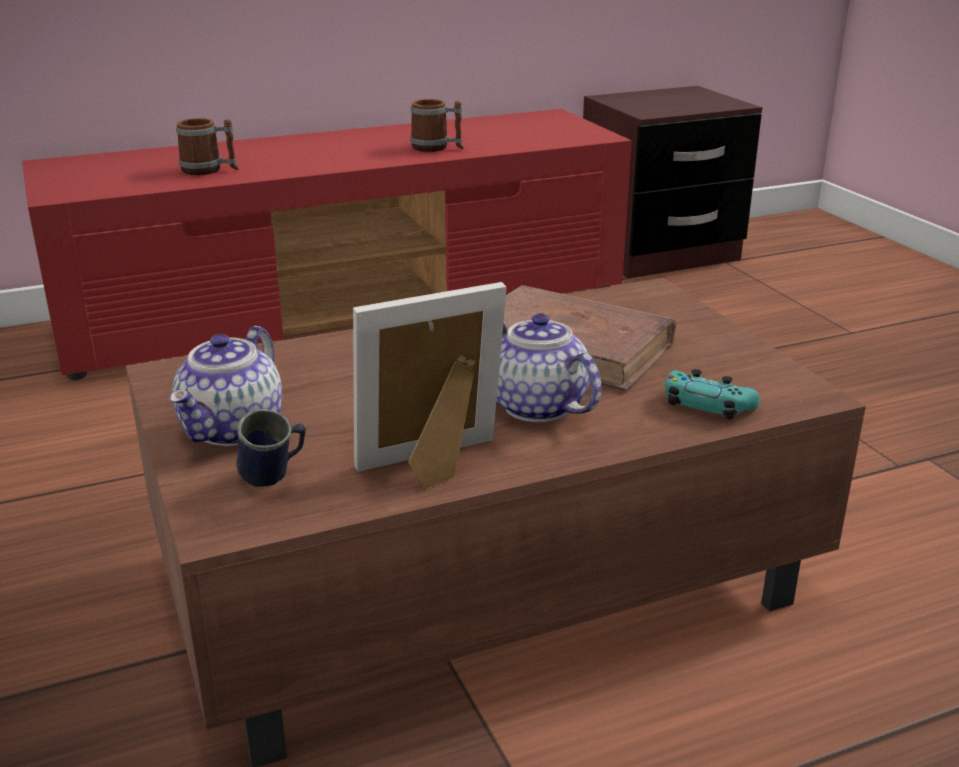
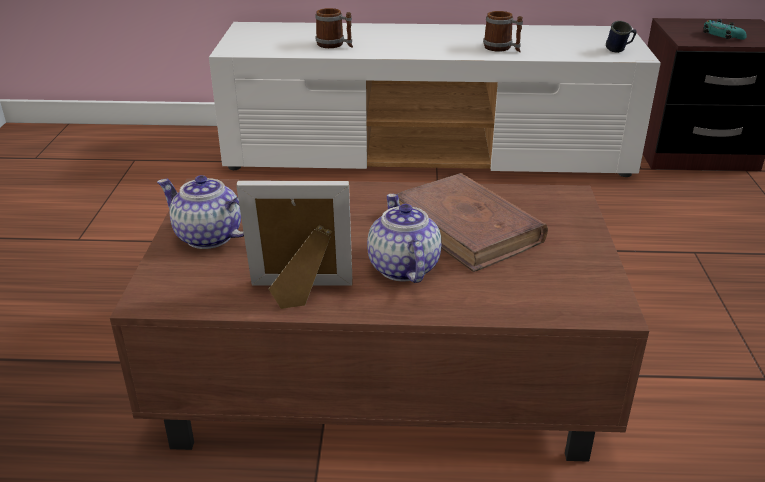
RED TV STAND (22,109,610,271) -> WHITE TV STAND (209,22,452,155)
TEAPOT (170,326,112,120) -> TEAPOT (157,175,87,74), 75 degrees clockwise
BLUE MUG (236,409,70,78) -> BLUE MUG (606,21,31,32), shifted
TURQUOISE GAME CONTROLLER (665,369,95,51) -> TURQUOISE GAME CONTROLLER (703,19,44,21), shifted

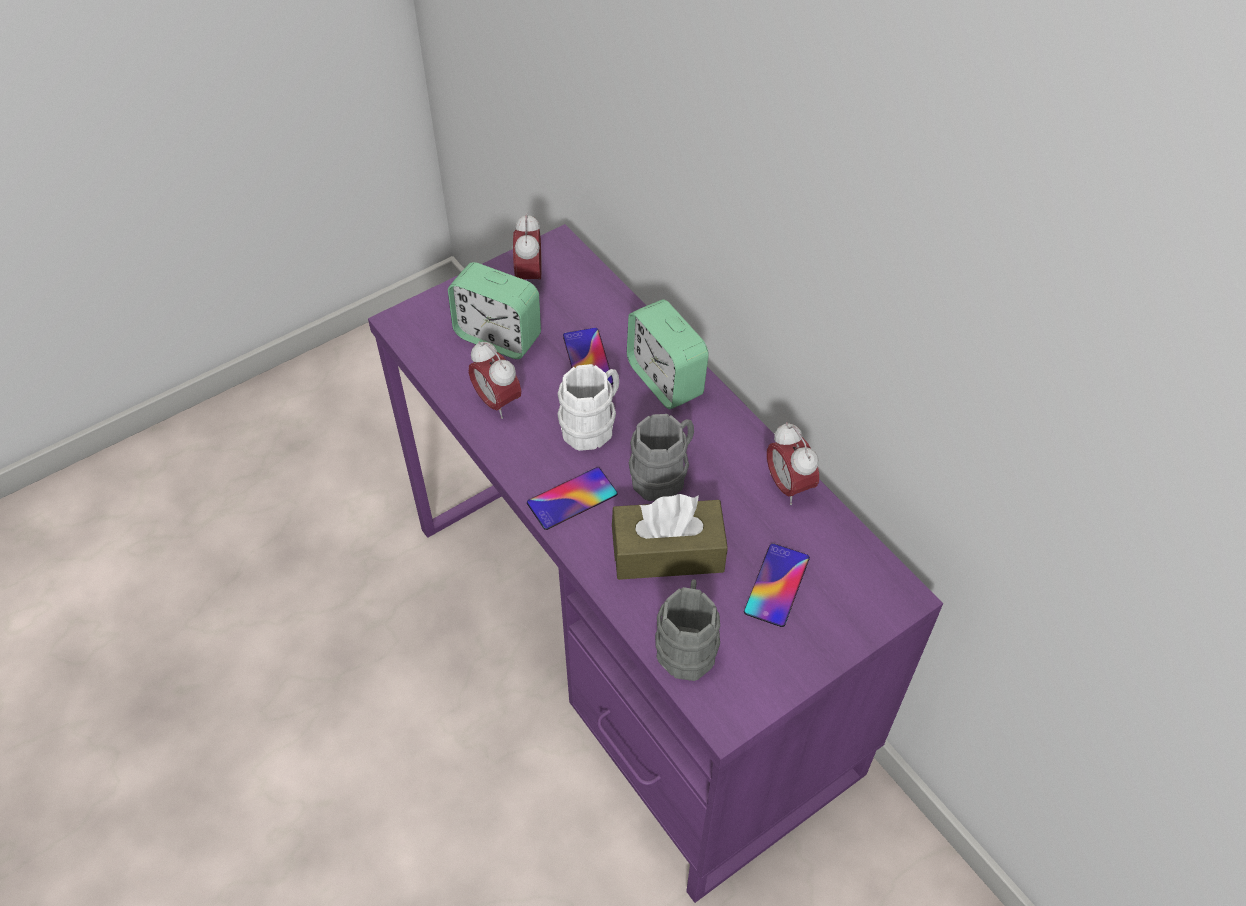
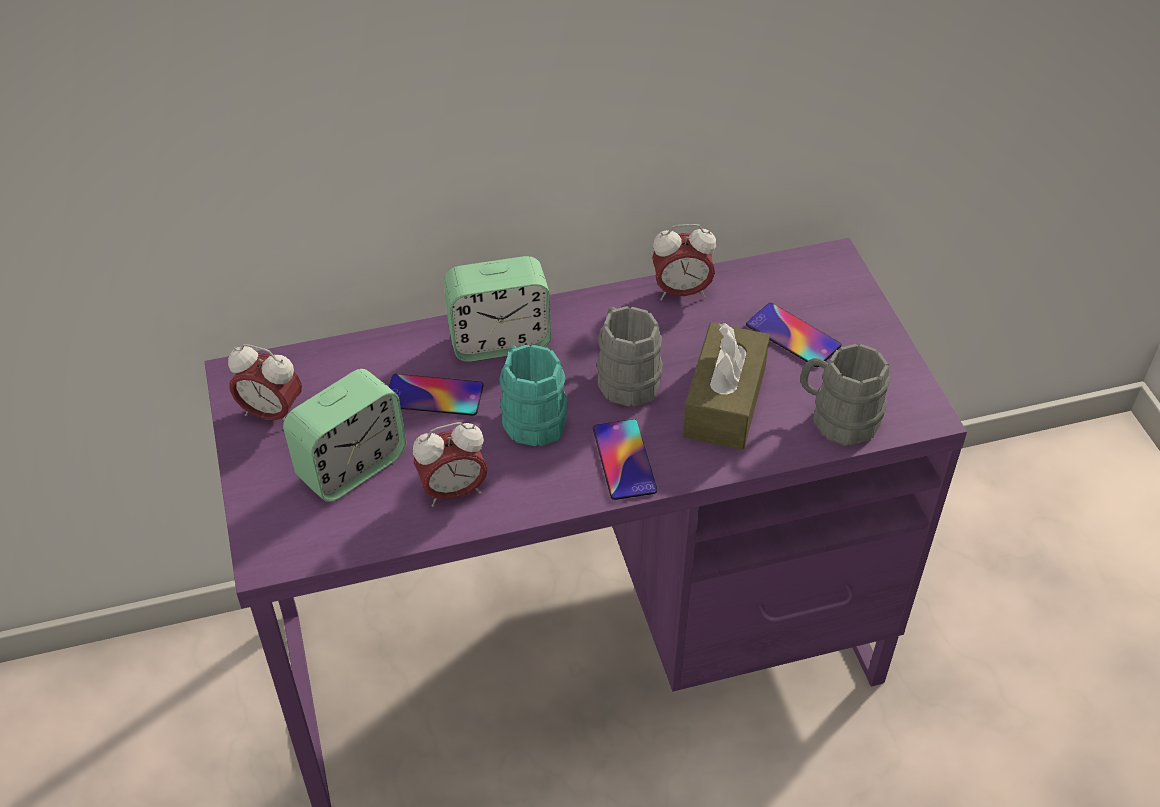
WHITE MUG (557,364,62,87) -> TURQUOISE MUG (499,345,69,101)

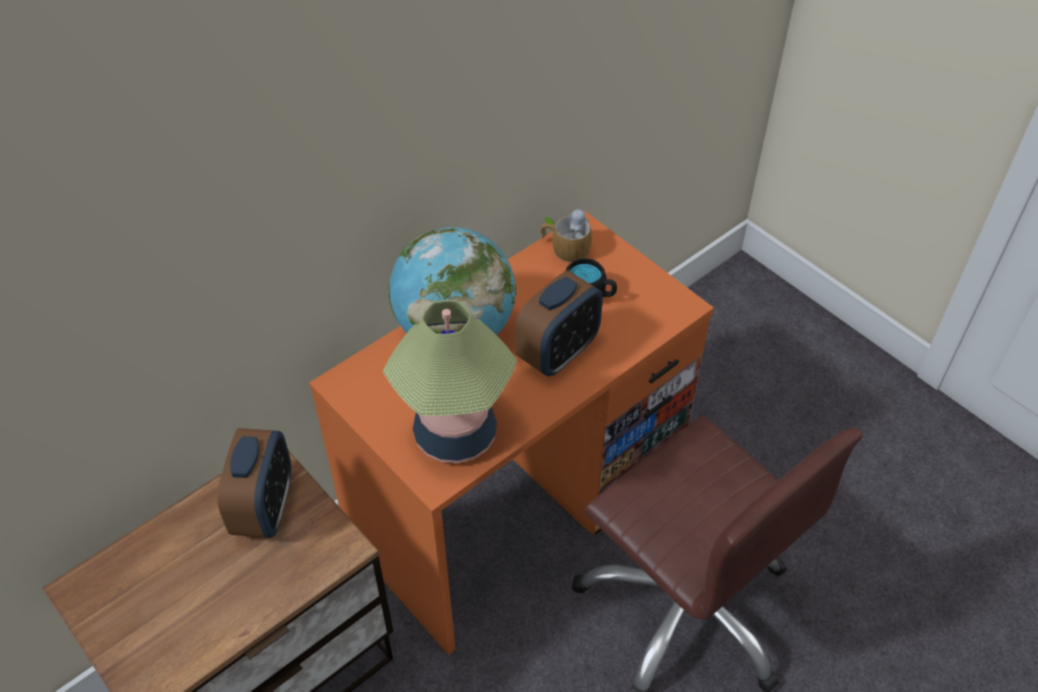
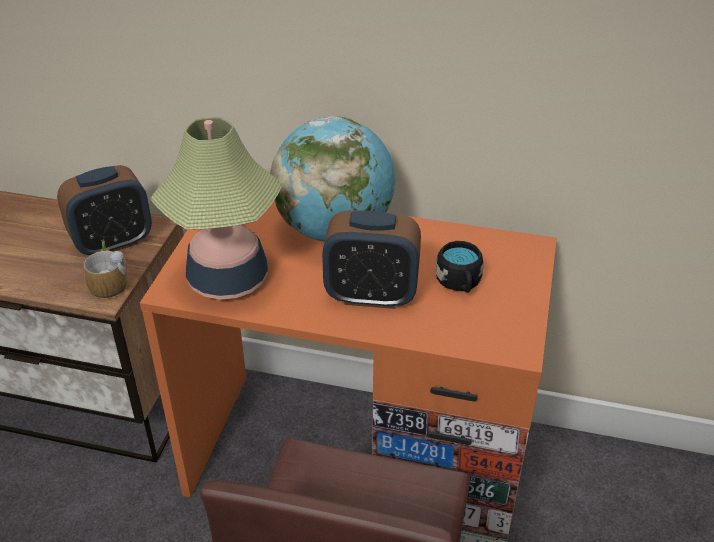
MUG (540,209,52,54) -> MUG (83,241,44,58), shifted

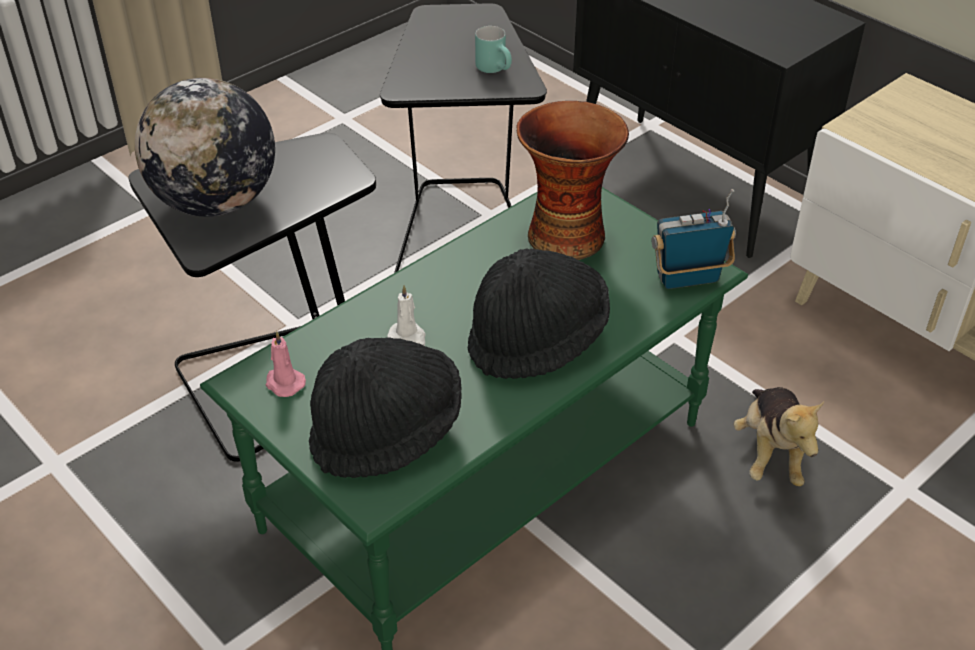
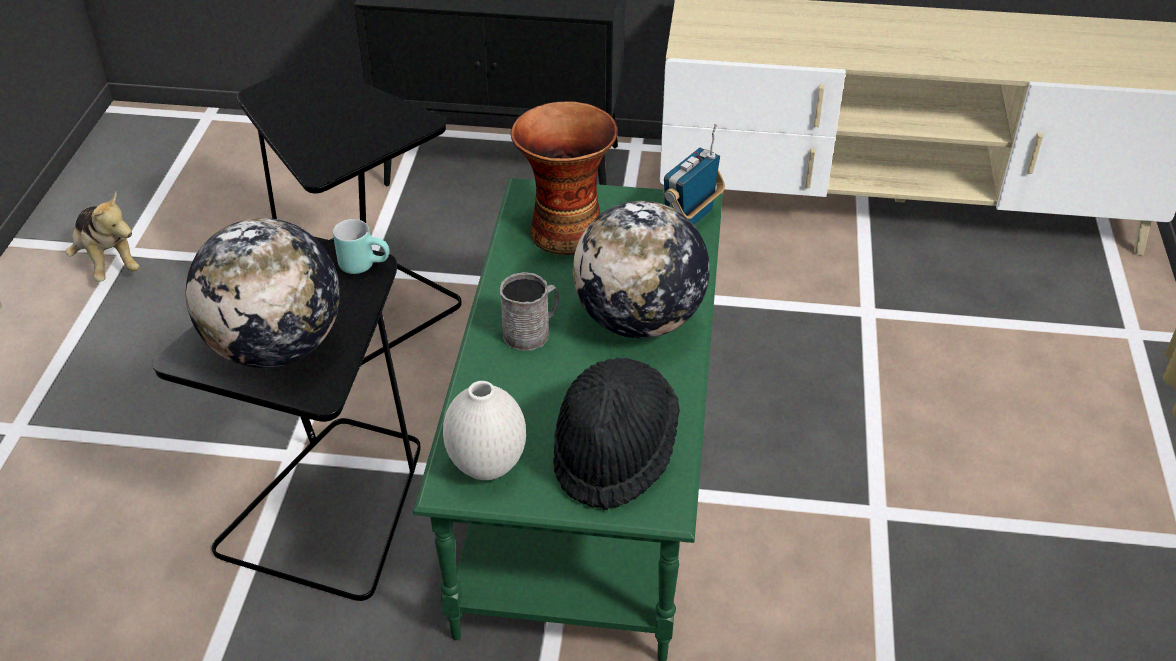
PINK CANDLE (265,331,41,66) -> WHITE VASE (443,381,83,99)
WHITE CANDLE (387,285,39,61) -> none
BLACK HAT (467,249,143,130) -> GLOBE (573,201,137,137)
TURQUOISE MUG (475,26,37,47) -> TURQUOISE MUG (333,219,56,55), shifted
PLUSH TOY (734,387,90,99) -> PLUSH TOY (66,192,74,90), shifted
none -> GREY MUG (500,272,59,79)

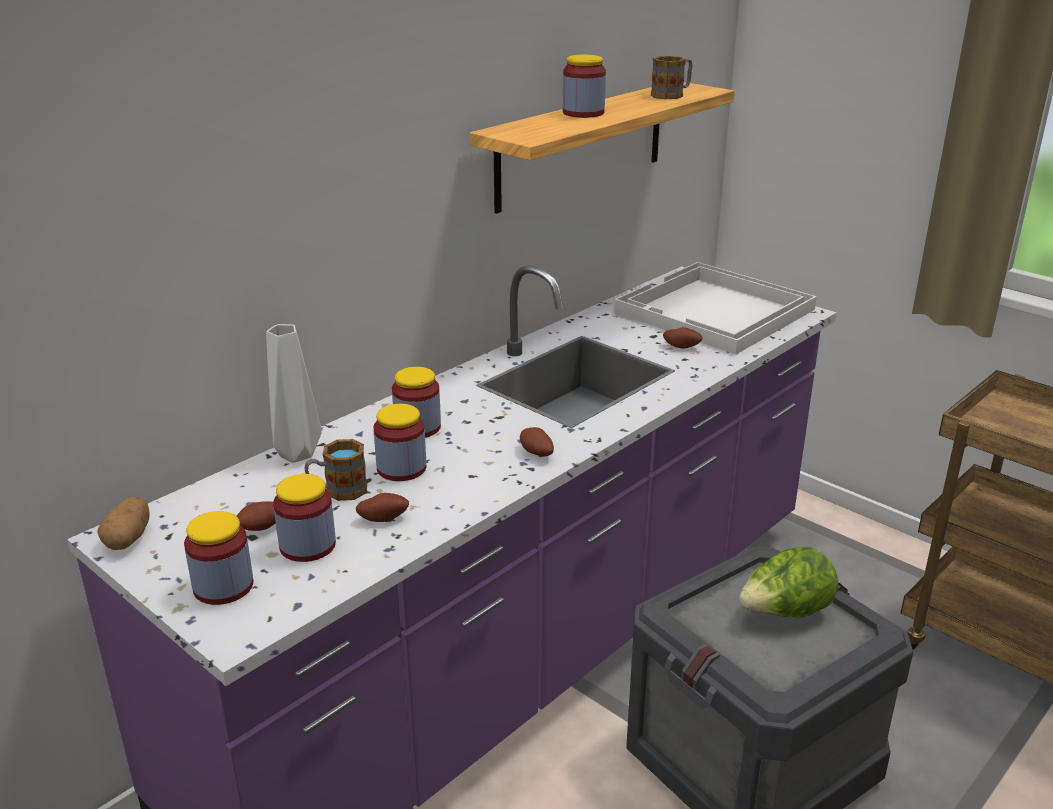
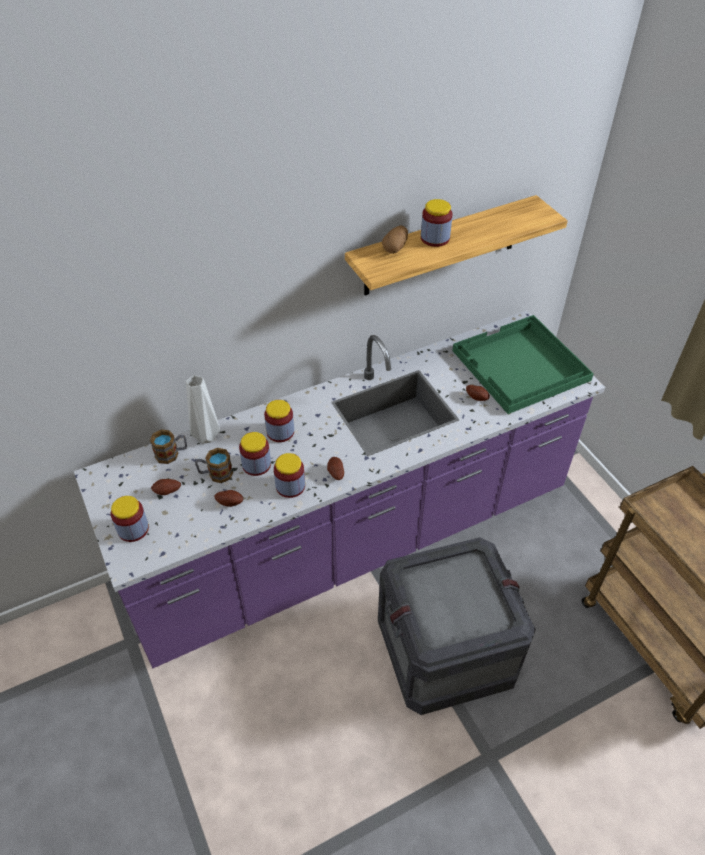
POTATO (97,497,53,53) -> POTATO (382,225,26,29), shifted
JAR (273,474,63,88) -> JAR (274,453,31,45), shifted
WHITE TRAY (614,262,203,92) -> GREEN TRAY (452,315,142,99)
MUG (651,56,42,43) -> MUG (150,430,37,34), shifted
LETTUCE (739,547,99,71) -> none

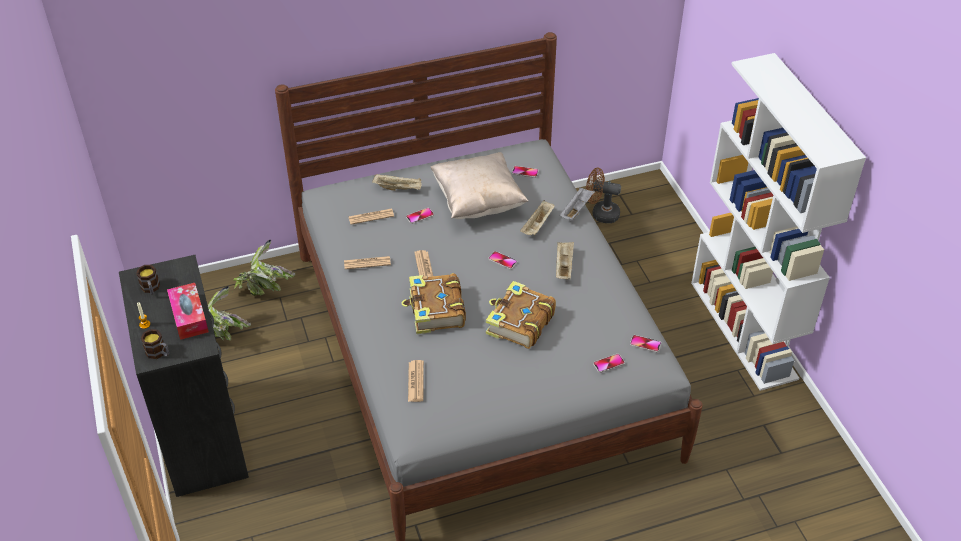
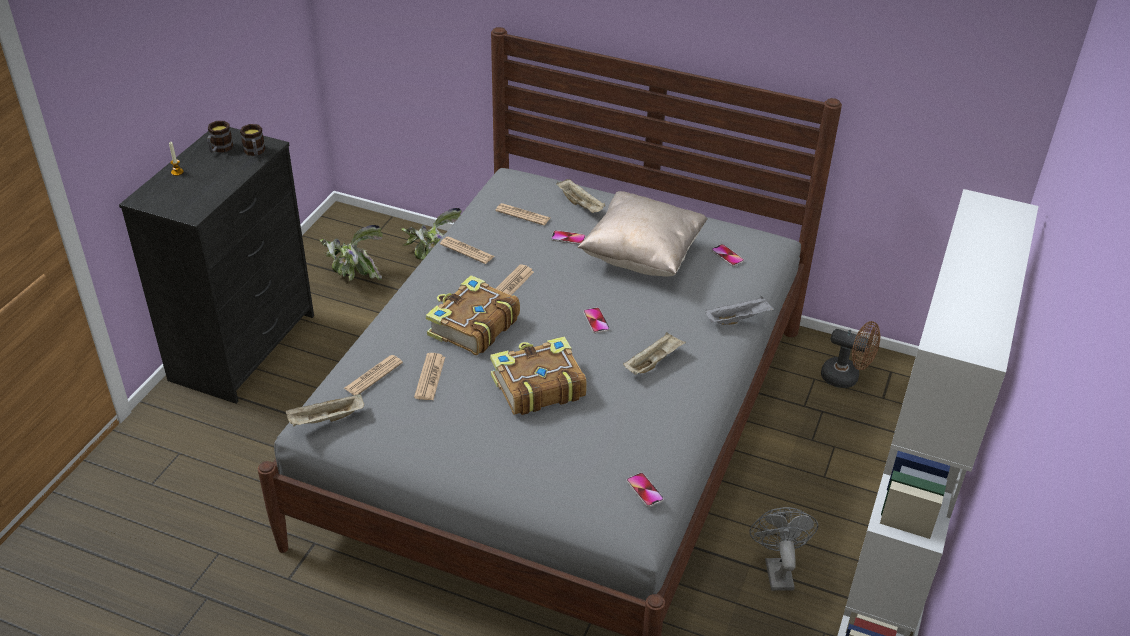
MUG (141,329,28,30) -> MUG (240,124,26,32), shifted
TISSUE BOX (167,283,42,57) -> none
BEIGE TRAY (520,200,35,35) -> BEIGE TRAY (286,393,78,34), shifted
BROWN FAN (586,168,35,55) -> BROWN FAN (821,321,60,67), 150 degrees clockwise
PHONE (593,354,32,19) -> none
none -> NEWSPAPER (414,353,31,47)
none -> GREY FAN (749,507,69,84)

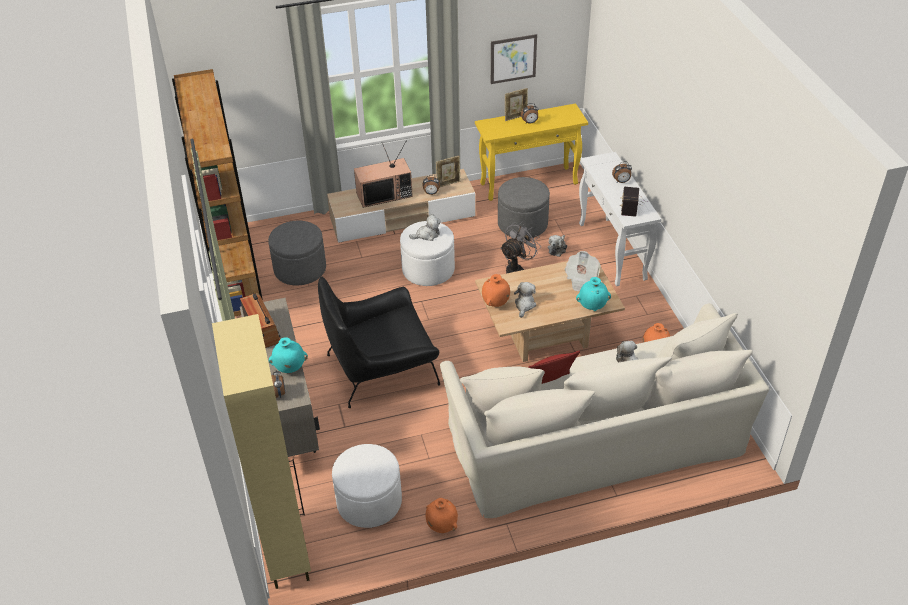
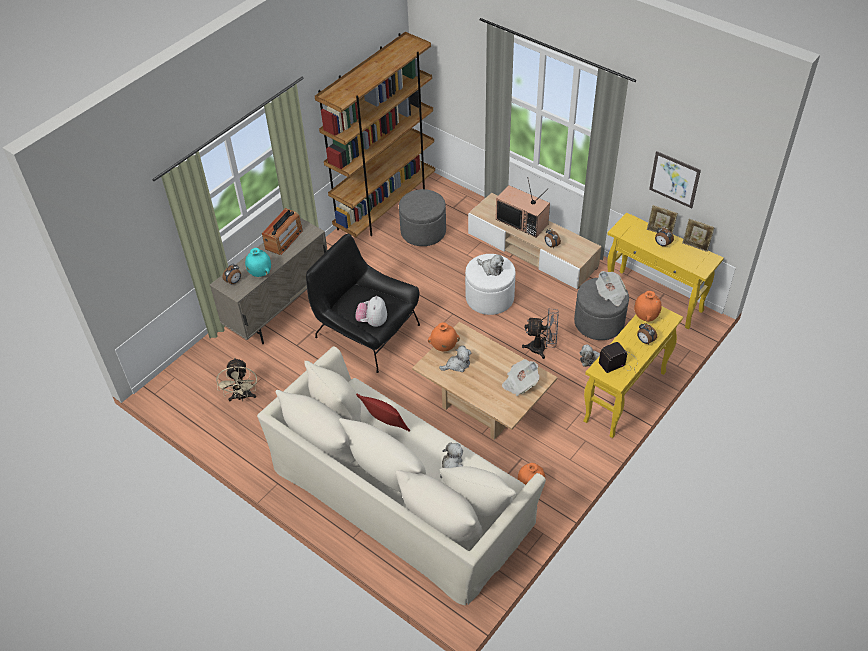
BEIGE CABINET (212,314,99,275) -> none
WHITE OTTOMAN (332,444,70,84) -> BEIGE FAN (216,358,41,43)
ORANGE VASE (425,498,33,35) -> ORANGE VASE (634,291,28,31), shifted
PICTURE FRAME (436,156,25,32) -> PICTURE FRAME (682,219,33,33), shifted
TURQUOISE VASE (576,277,35,34) -> none
WHITE CONSOLE TABLE (579,152,83,134) -> YELLOW CONSOLE TABLE (583,306,100,132)
none -> PLUSH TOY (355,296,32,31)
none -> NEWSPAPER (596,271,32,35)

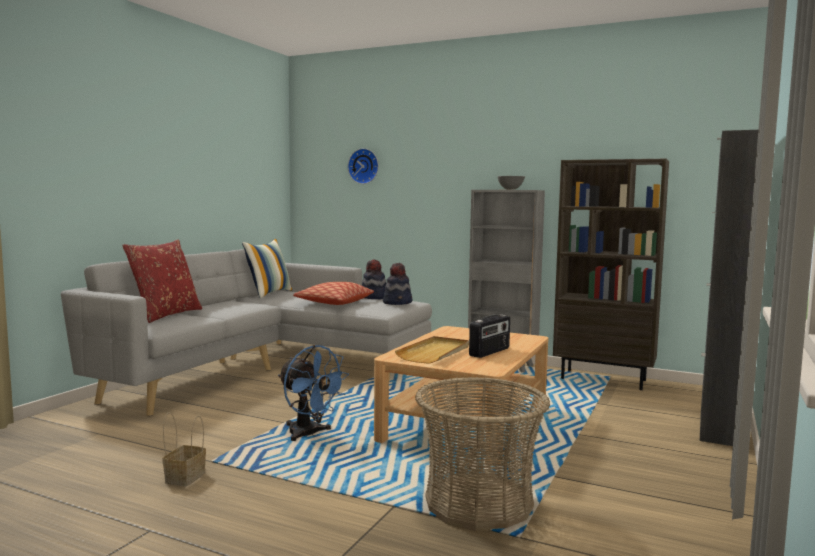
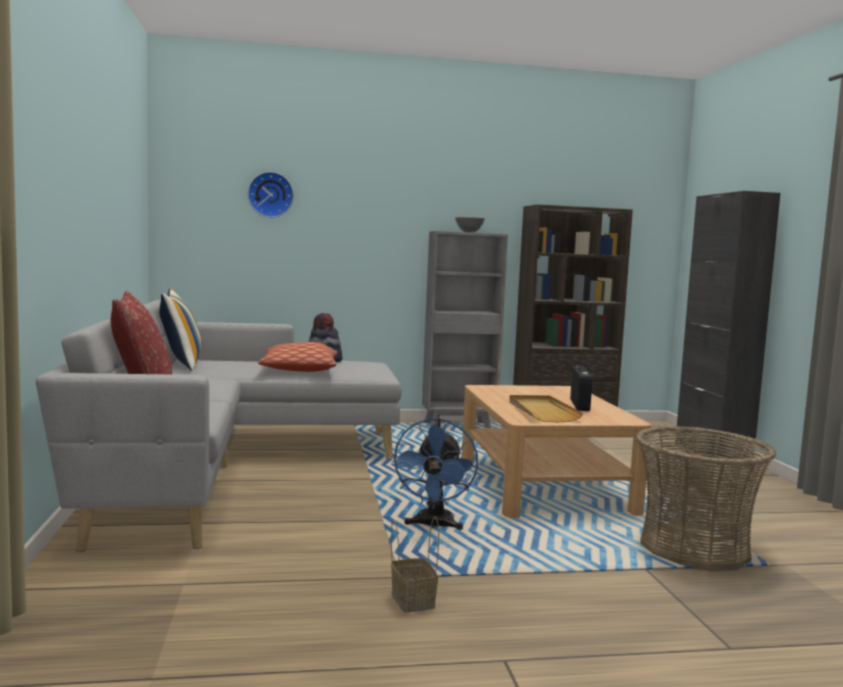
BLUE FAN (278,345,71,96) -> BLUE FAN (391,418,87,112), 90 degrees clockwise
HAT (383,263,29,42) -> none

